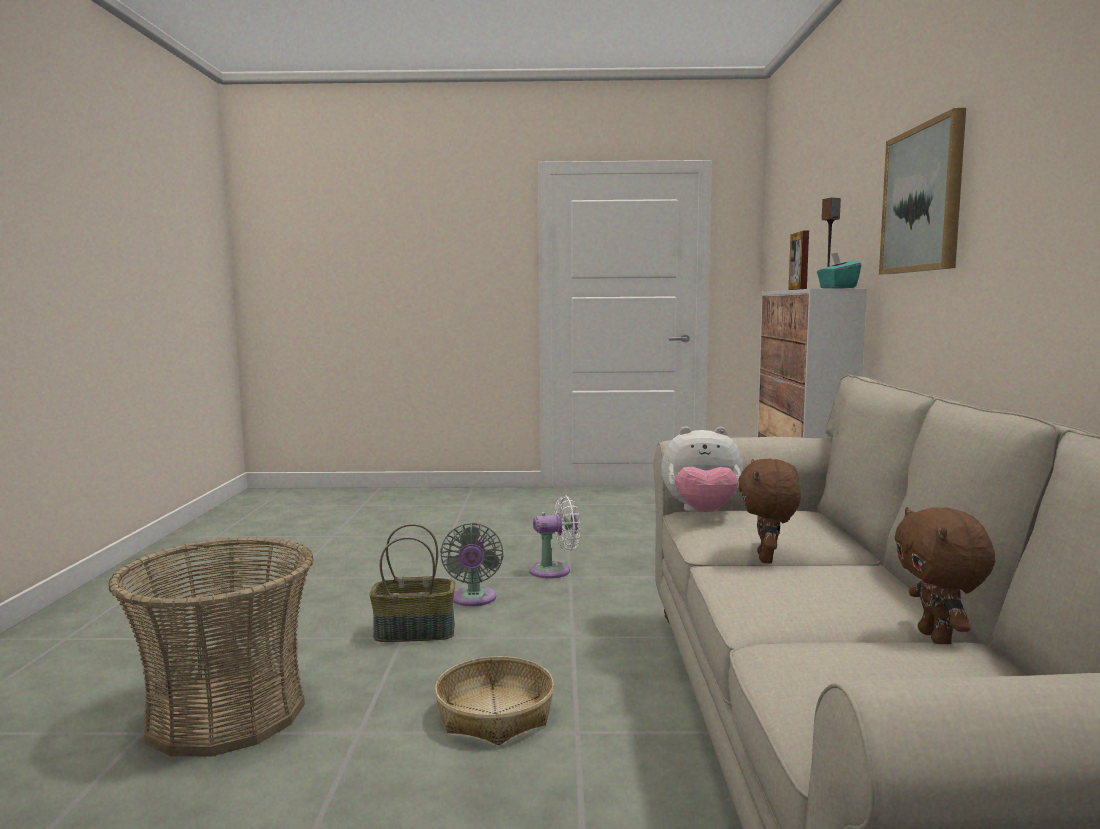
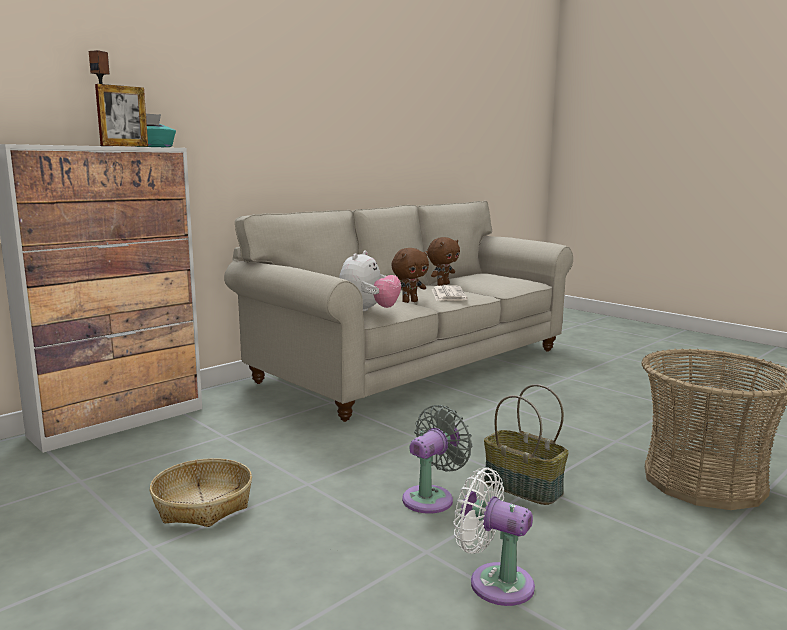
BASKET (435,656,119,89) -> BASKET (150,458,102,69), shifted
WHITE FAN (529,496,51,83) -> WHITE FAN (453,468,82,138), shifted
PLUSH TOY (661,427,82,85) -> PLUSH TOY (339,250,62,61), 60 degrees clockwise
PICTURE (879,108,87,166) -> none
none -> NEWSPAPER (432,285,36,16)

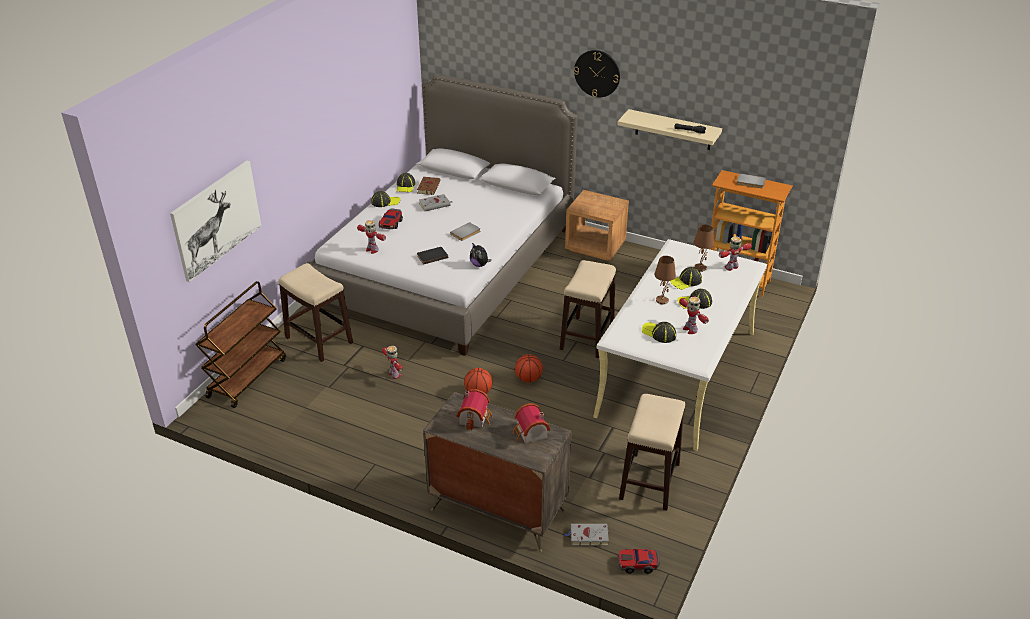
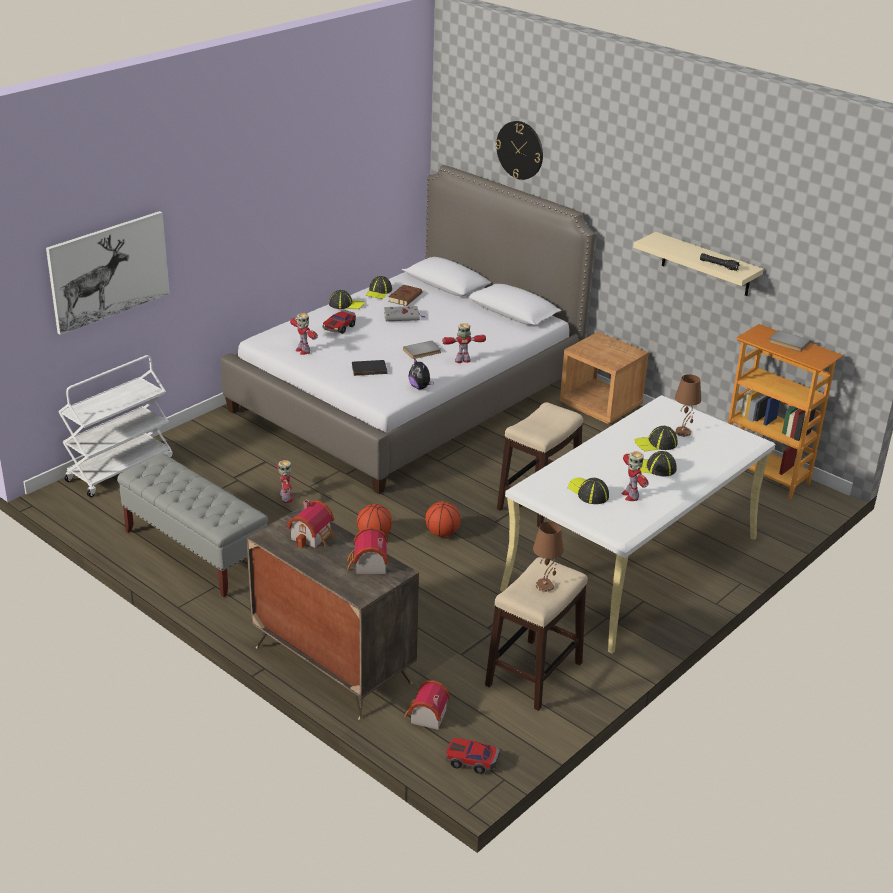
BROWN CART (195,281,91,127) -> WHITE CART (58,355,114,142)
STOOL (278,263,75,99) -> none
GREY BOOK (564,524,45,22) -> TOY HOUSE (405,680,45,50)
WALL CLOCK (574,50,46,47) -> WALL CLOCK (495,121,48,59), shifted
BROWN TABLE LAMP (654,256,22,48) -> BROWN TABLE LAMP (533,522,31,70), shifted
TOY ROBOT (719,236,33,35) -> TOY ROBOT (442,323,44,40), shifted
none -> GREY BENCH (117,454,151,143)

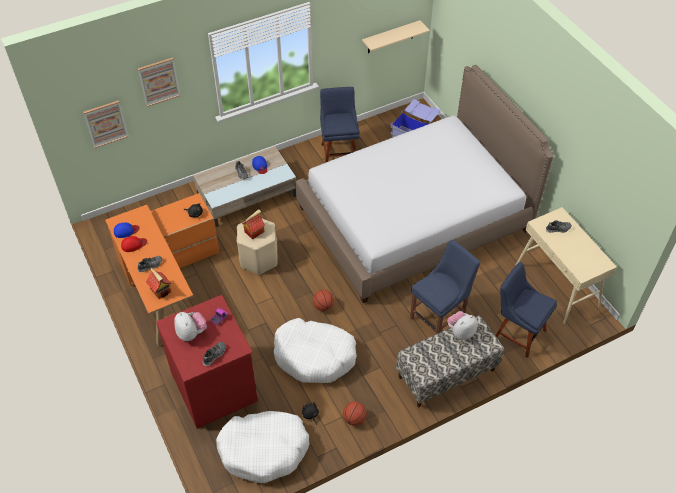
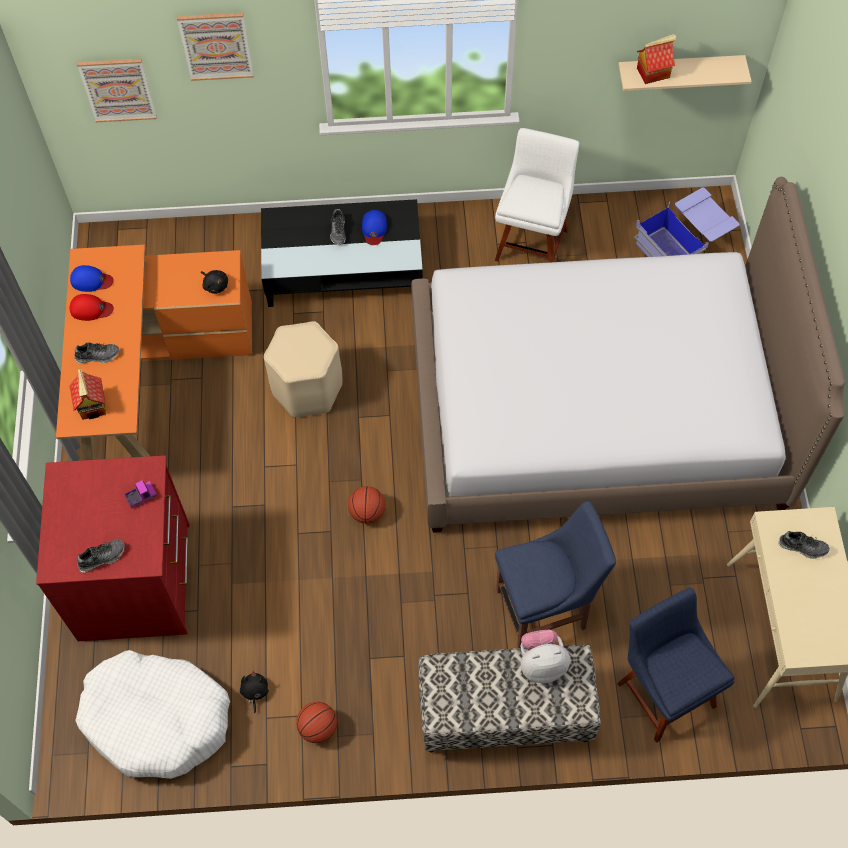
PLUSH TOY (174,312,33,29) -> none
BEIGE COFFEE TABLE (193,146,103,81) -> BLACK COFFEE TABLE (261,199,162,108)
TOY HOUSE (242,209,23,31) -> TOY HOUSE (637,34,39,50), shifted
WHITE DOG BED (274,318,83,65) -> none
BLUE CHAIR (320,87,40,76) -> WHITE CHAIR (495,128,84,135)

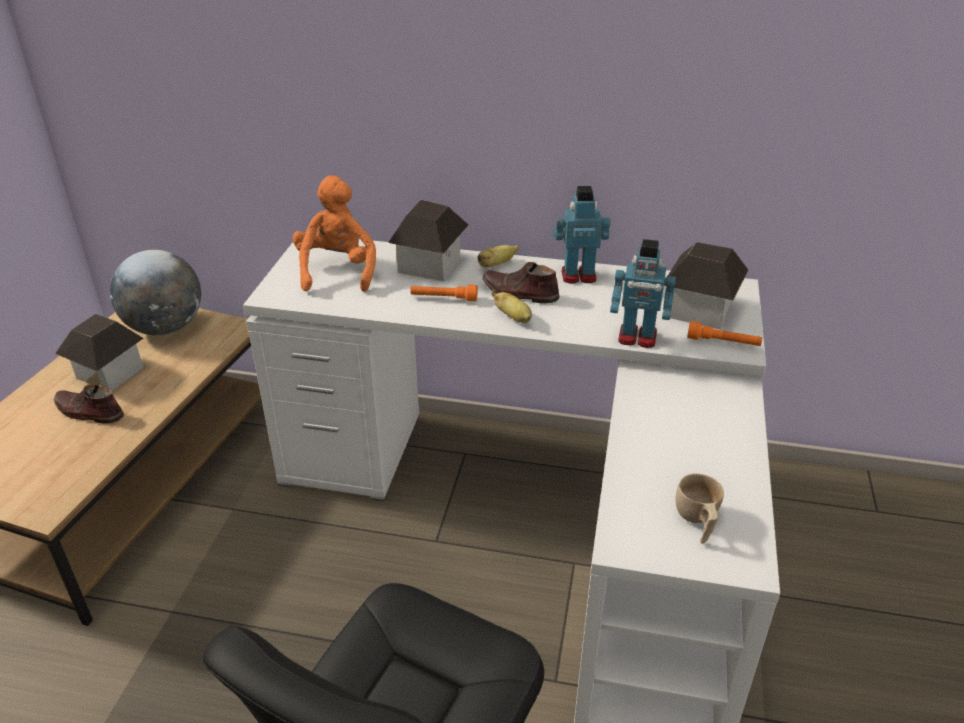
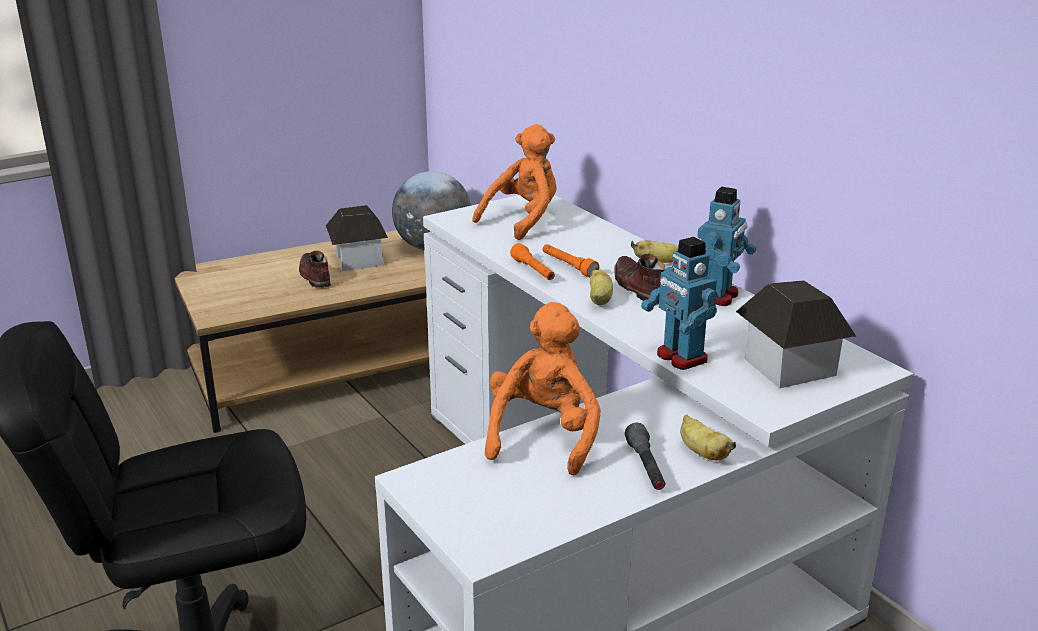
TOY HOUSE (388,200,80,81) -> none
TOY ROBOT (553,186,57,98) -> TOY ROBOT (697,187,60,119), 75 degrees clockwise
BEIGE CUP (676,473,48,71) -> none
ORANGE FLASHLIGHT (687,321,75,25) -> ORANGE FLASHLIGHT (510,243,45,37), shifted
none -> ORANGE PLUSH TOY (485,302,116,174)
none -> GREY FLASHLIGHT (625,423,40,67)
none -> BANANA (680,415,56,45)

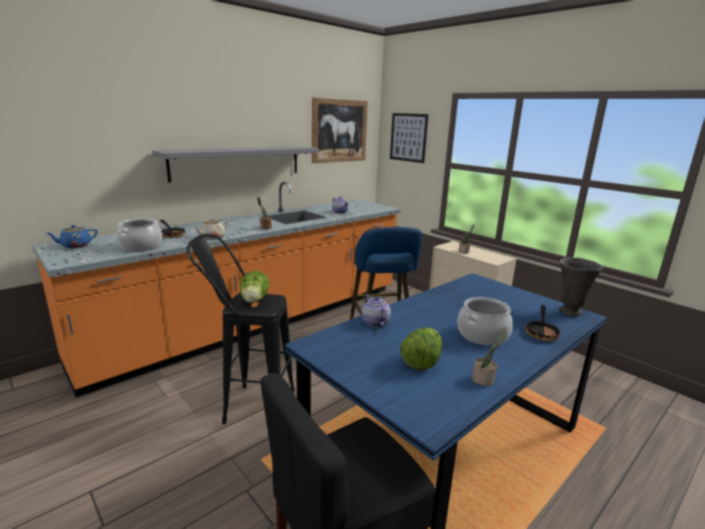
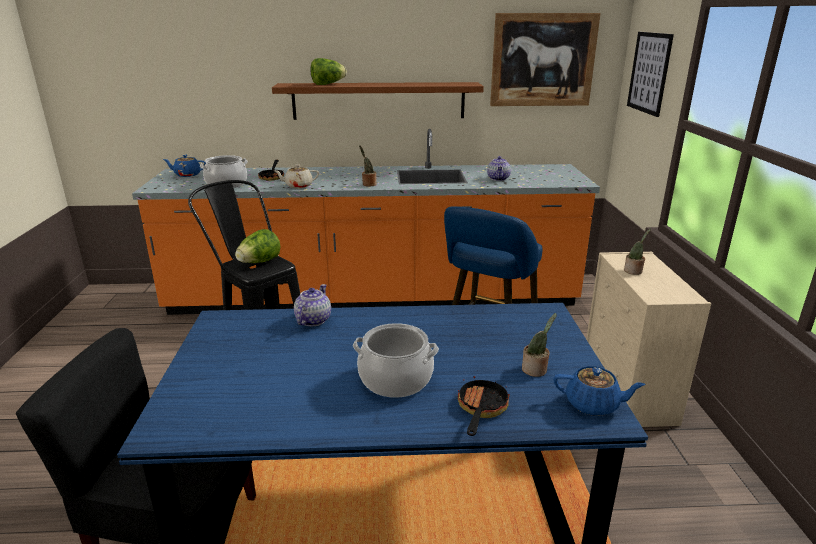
GREY SHELF (152,146,167,37) -> BROWN SHELF (272,82,212,38)
LETTUCE (400,328,42,42) -> LETTUCE (310,58,37,27), shifted
POTTED PLANT (472,327,34,59) -> POTTED PLANT (522,313,35,64), shifted
FRYING PAN (525,305,36,36) -> FRYING PAN (458,376,52,60), 135 degrees clockwise
GREY VASE (559,257,44,60) -> BLUE TEAPOT (553,366,93,50)

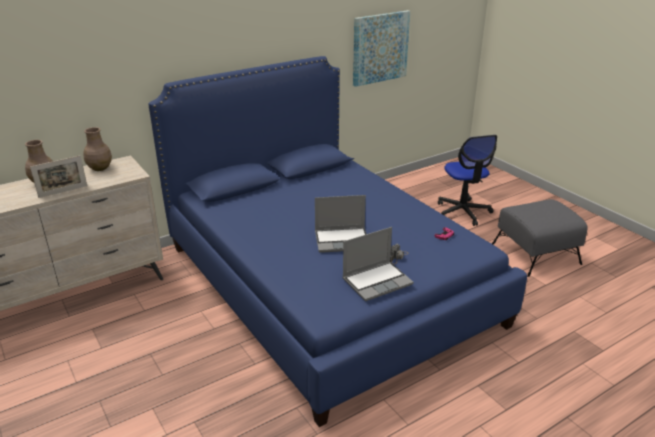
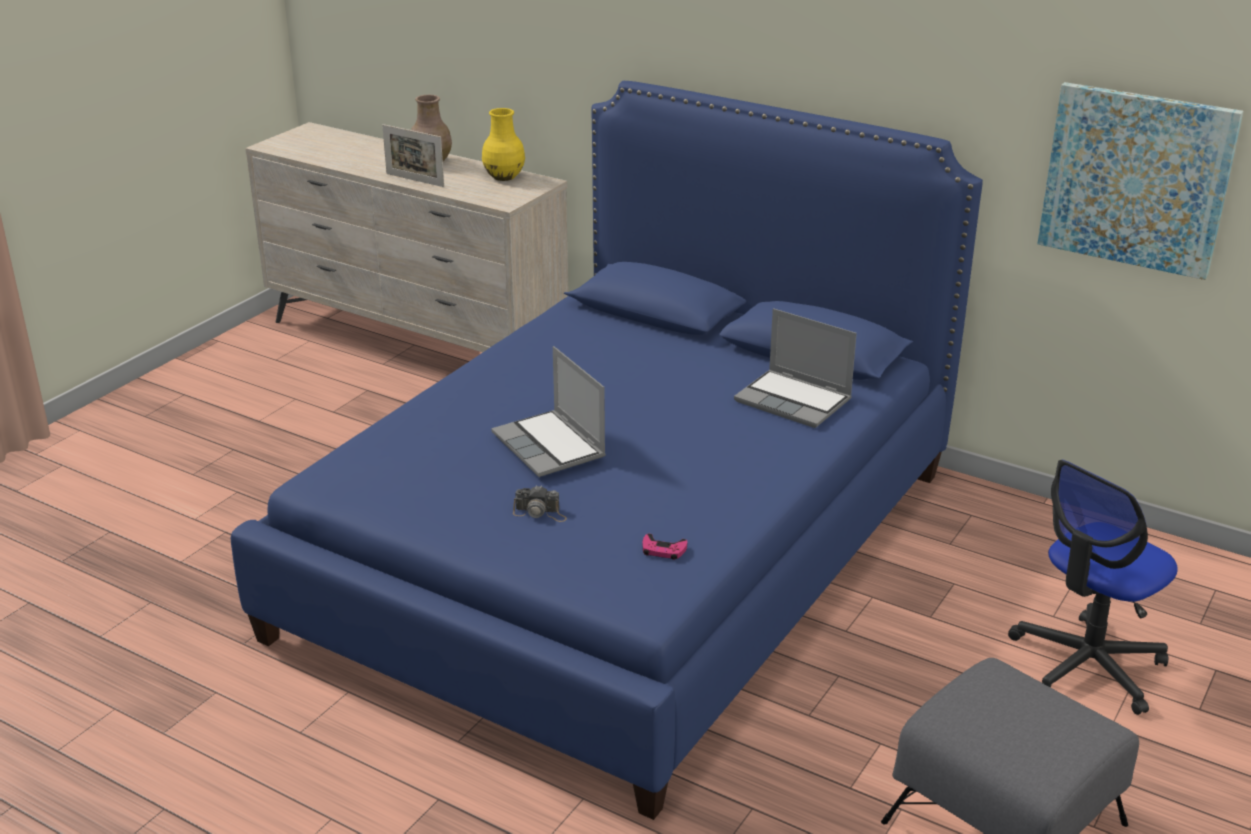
BROWN VASE (84,127,28,44) -> YELLOW VASE (482,108,43,73)
LAPTOP (342,227,72,74) -> LAPTOP (734,308,123,120), shifted

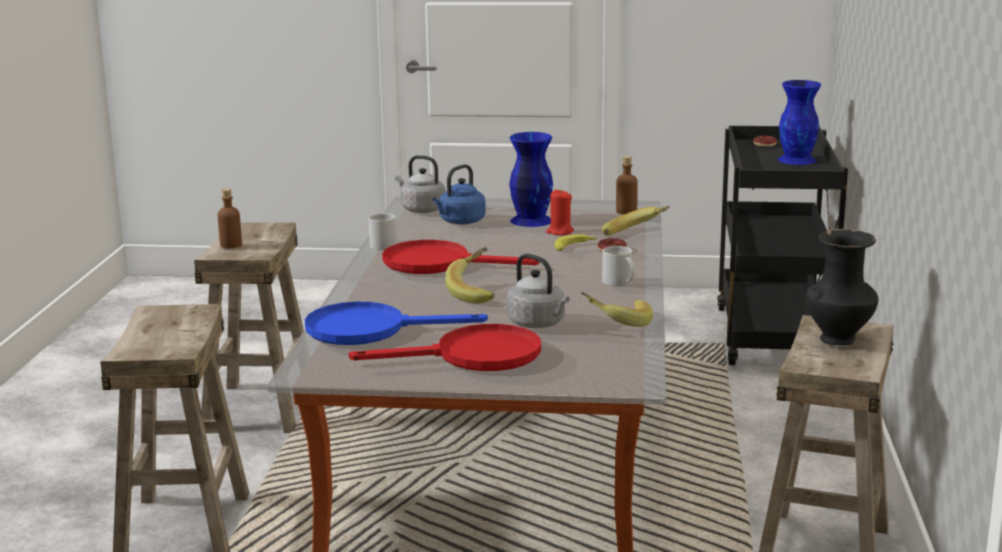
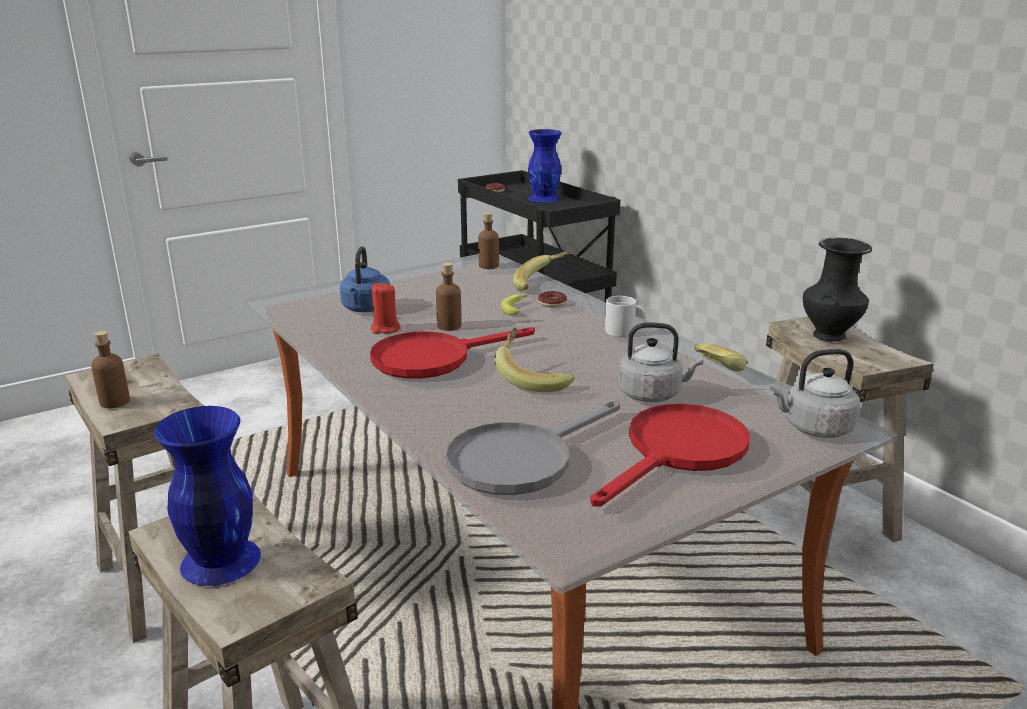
BLUE FRYING PAN (305,302,183,43) -> GREY FRYING PAN (446,400,174,95)
WHITE MUG (369,213,28,37) -> none
GREY KETTLE (395,155,50,58) -> GREY KETTLE (770,349,90,89), shifted
BLUE VASE (509,132,44,95) -> BLUE VASE (154,406,107,180), shifted
RED CANDLE (546,189,28,46) -> RED CANDLE (370,282,31,52), shifted
none -> BROWN BOTTLE (436,262,26,69)

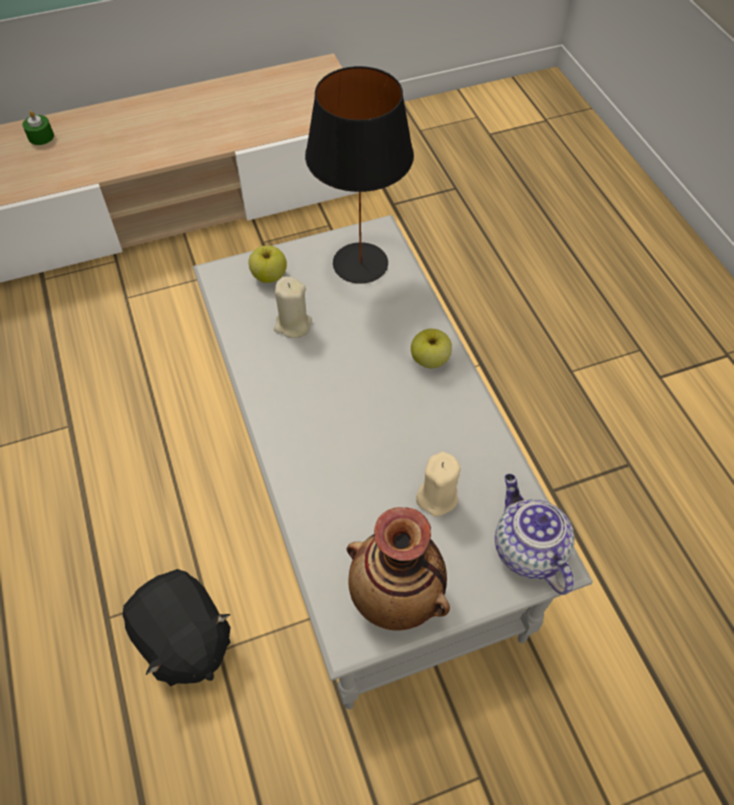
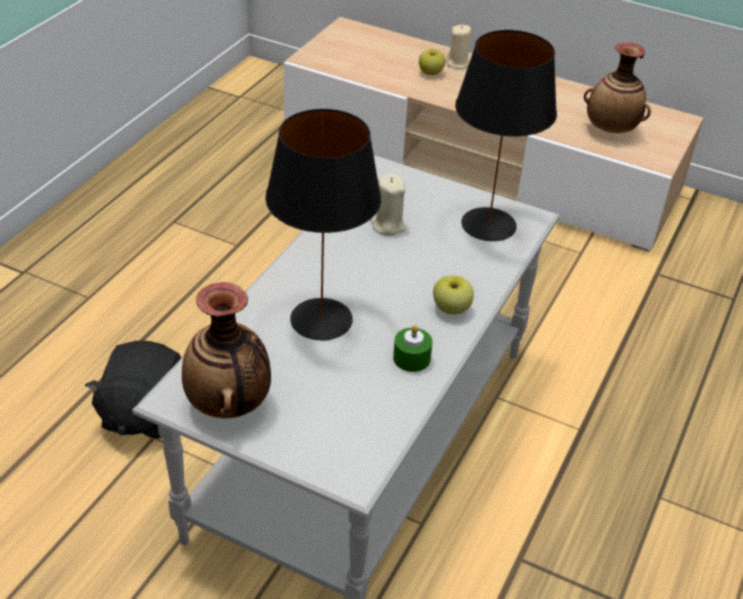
GREEN CANDLE (22,111,32,34) -> GREEN CANDLE (393,325,40,47), shifted
APPLE (249,245,38,38) -> APPLE (419,49,26,26), shifted
BEIGE CANDLE (416,452,45,65) -> BEIGE CANDLE (446,25,25,44), shifted
TEAPOT (495,474,80,121) -> none
none -> BLACK TABLE LAMP (265,109,116,231)
none -> VASE (584,42,67,91)

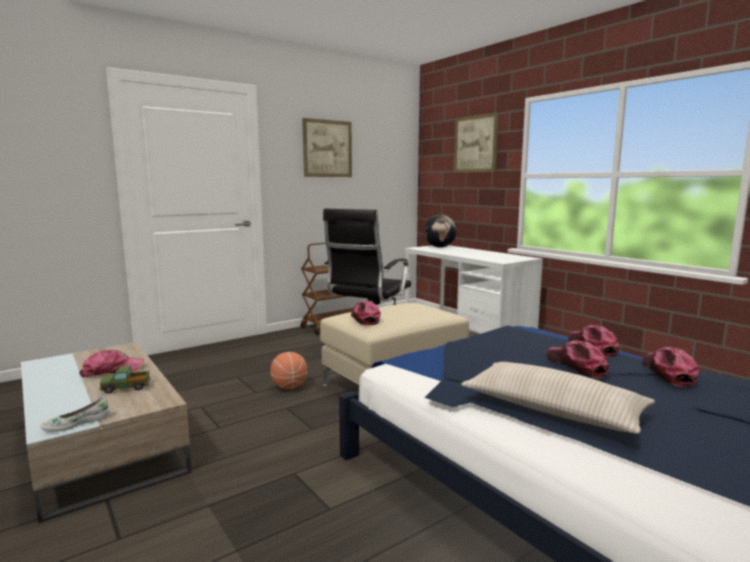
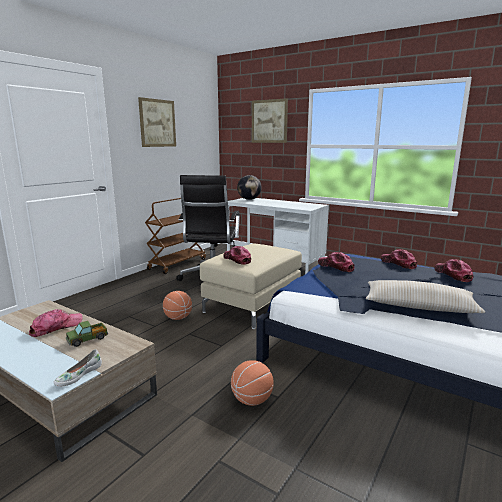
CAP (547,341,62,37) -> CAP (318,252,37,20), shifted
none -> BASKETBALL (231,360,43,46)

